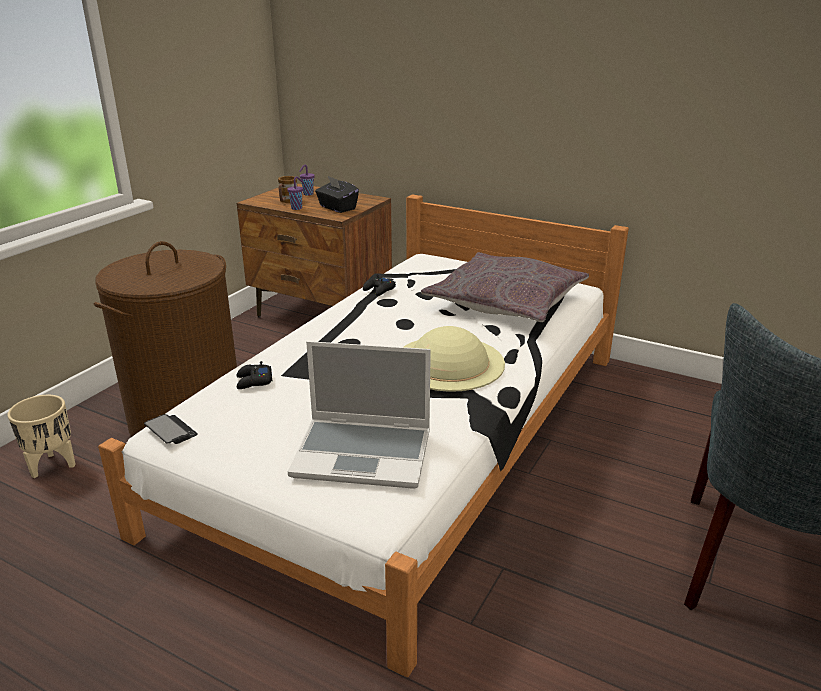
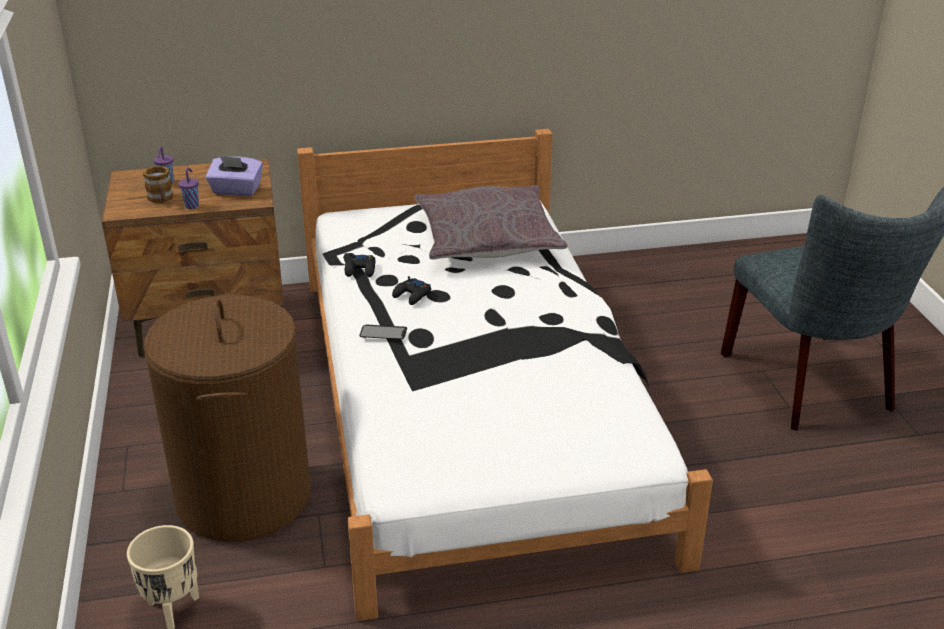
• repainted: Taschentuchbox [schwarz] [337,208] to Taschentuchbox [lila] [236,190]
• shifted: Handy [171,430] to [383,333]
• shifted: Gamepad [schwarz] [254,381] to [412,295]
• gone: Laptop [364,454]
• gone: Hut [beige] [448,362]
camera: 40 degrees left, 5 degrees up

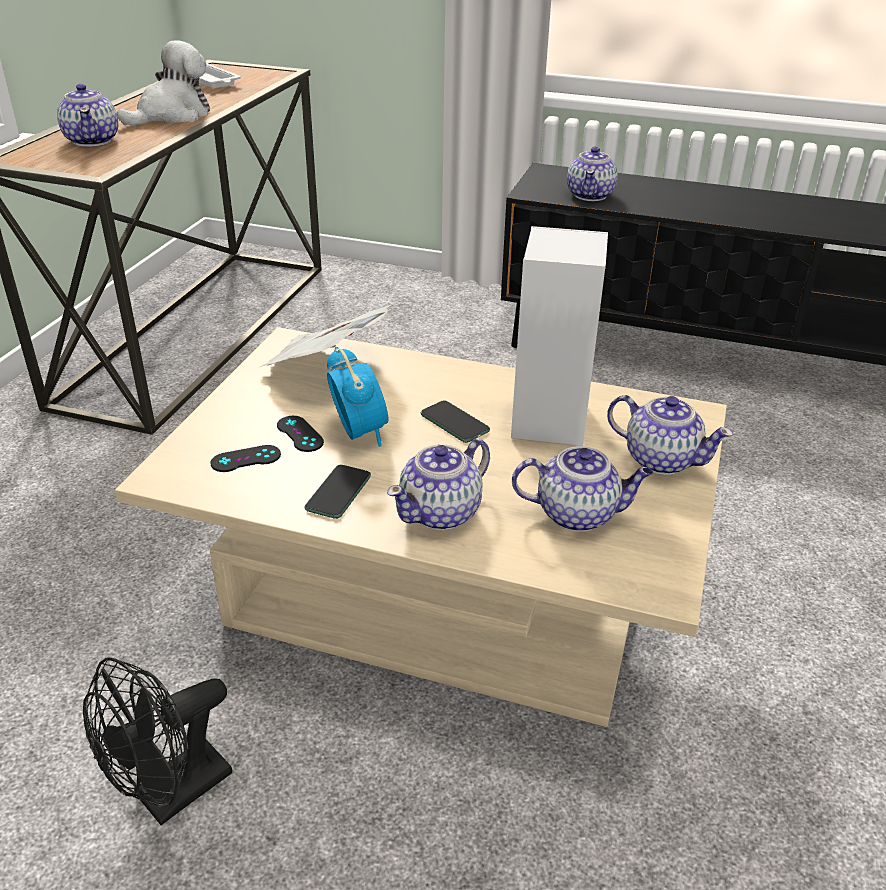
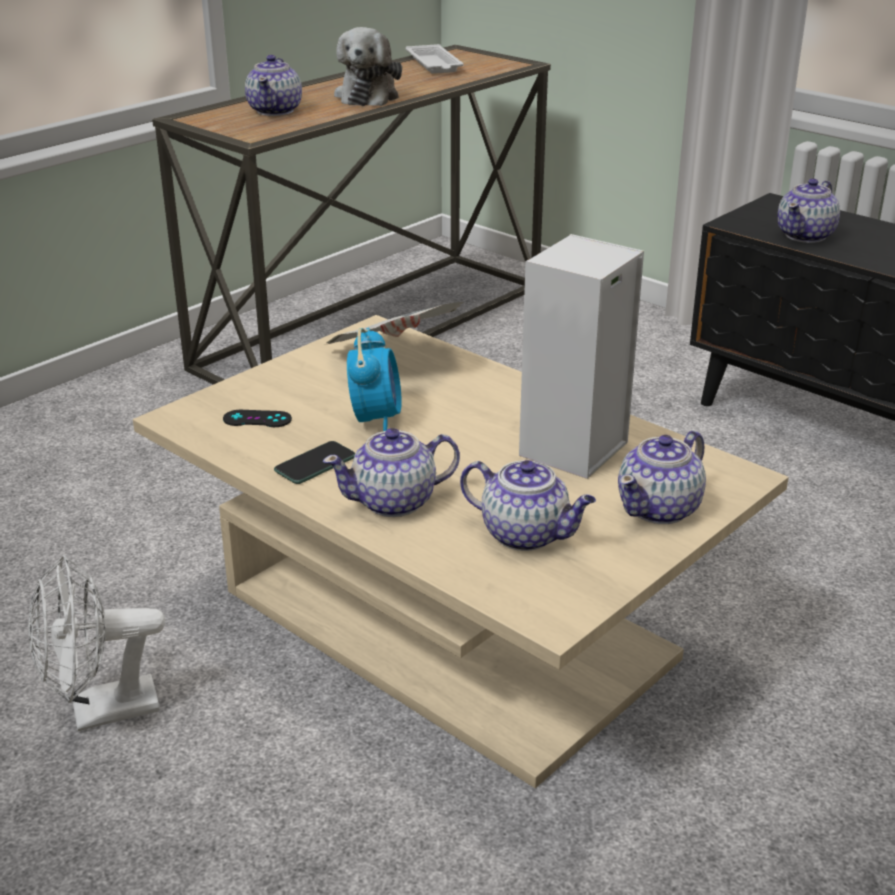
• repainted: Ventilator [schwarz] [172,795] to Ventilator [weiß] [101,712]
• rotated: Plüschtier [172,116] = [368,96] 120 degrees clockwise
• rotated: Teekanne [660,459] = [660,508] 75 degrees clockwise
• gone: Gamepad [schwarz] [300,434]
• gone: Handy [454,423]
camera: 25 degrees right, 5 degrees down

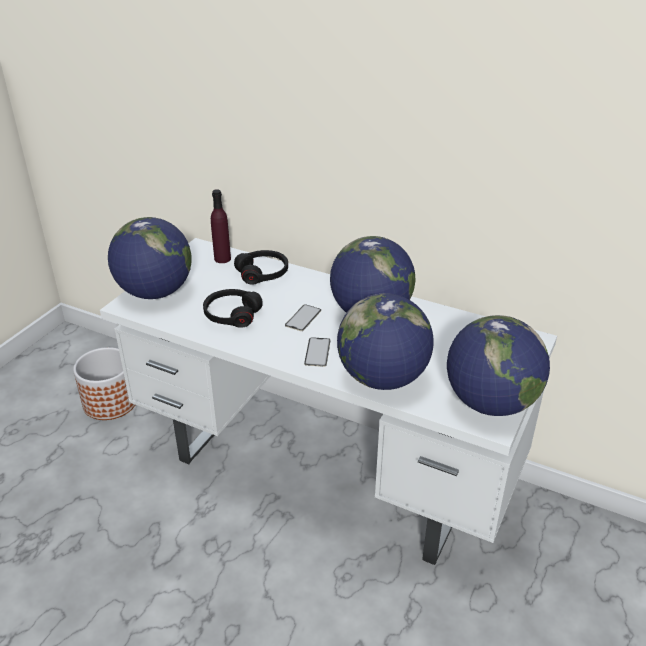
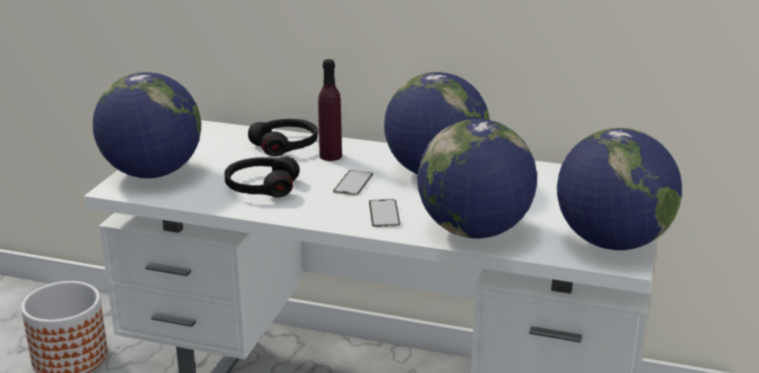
• shifted: Flasche [lila] [222,259] to [330,156]
camera: 10 degrees left, 10 degrees down

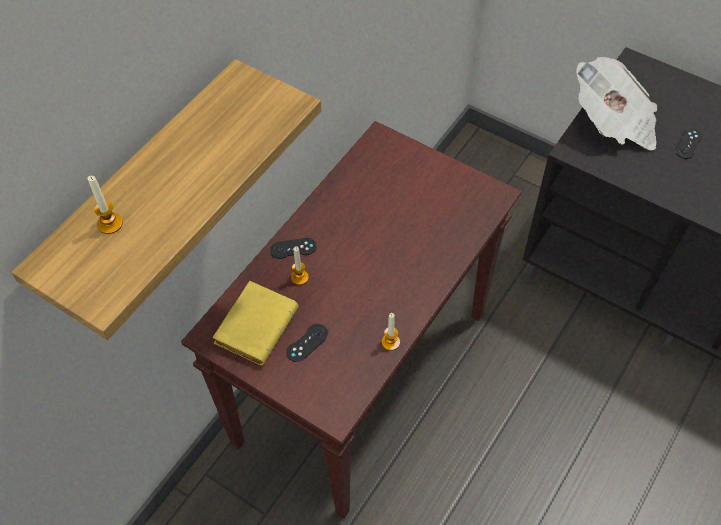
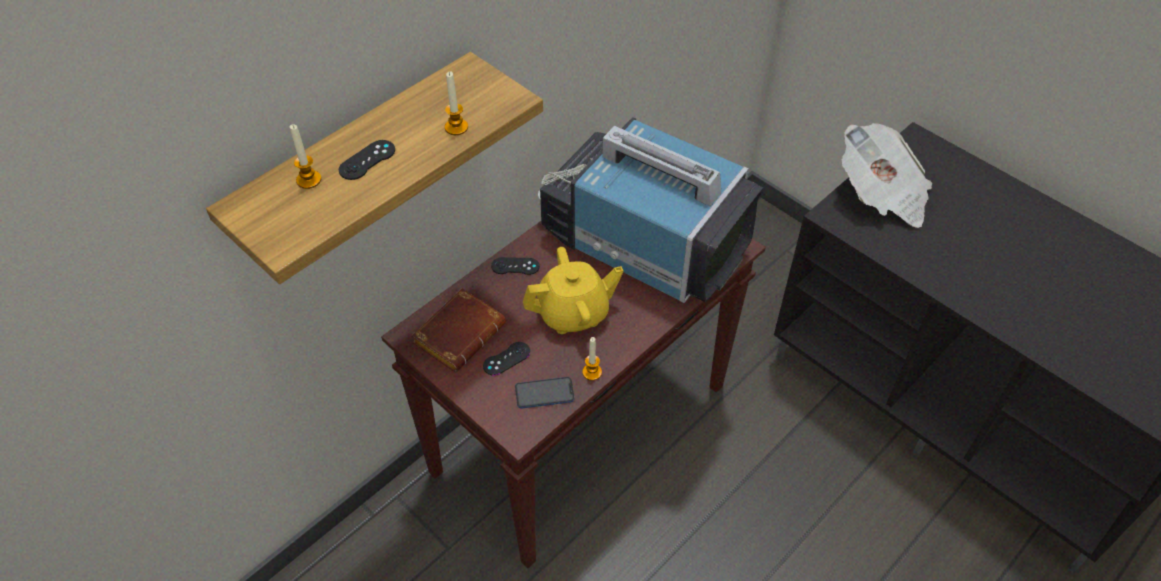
• shifted: Gamepad [schwarz] [688,143] to [367,160]
• repainted: Buch [gelb] [255,324] to Buch [braun] [459,332]
• shifted: Kerze [299,277] to [456,127]
• new: Handy [544,393]
• new: Teekanne [gelb] [573,313]
• new: Fernseher [644,242]
camera: 10 degrees right, 5 degrees down

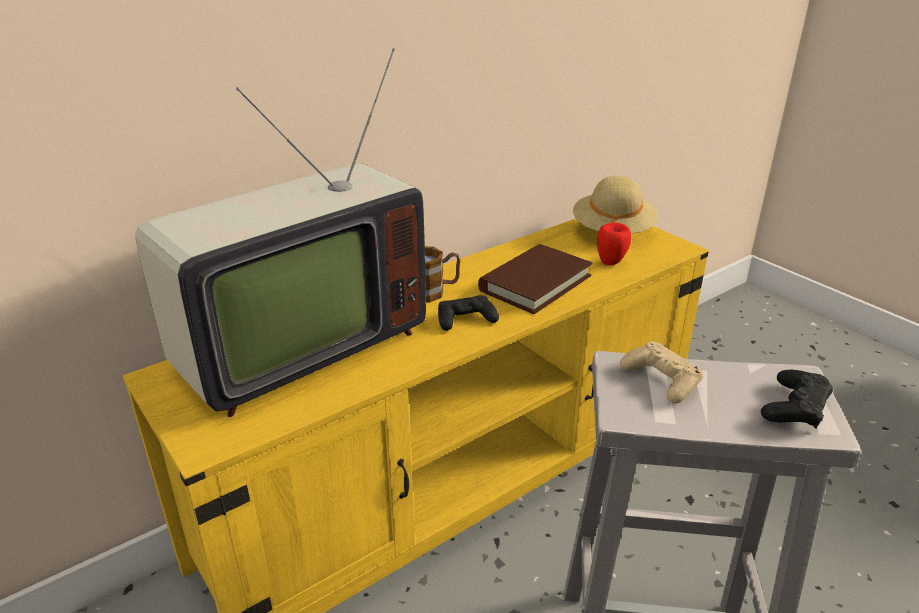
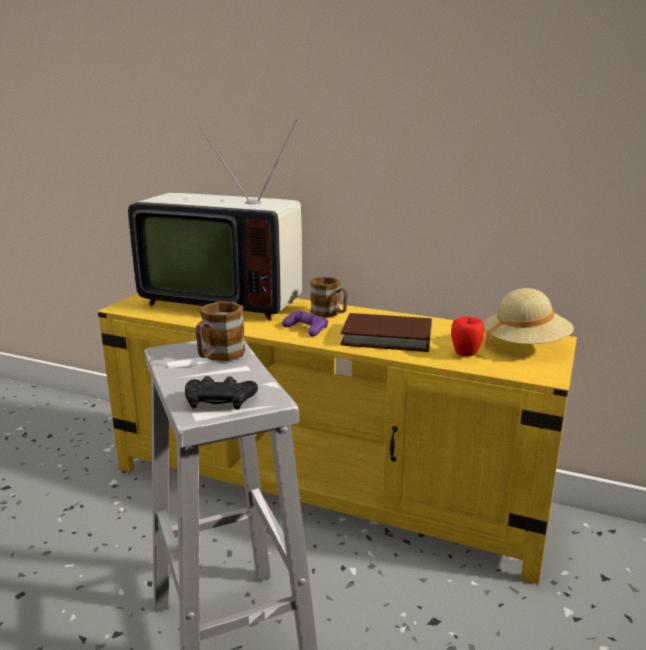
• swapped: Gamepad [beige] [661,379] to Henkelbecher [218,356]
• repainted: Gamepad [schwarz] [465,319] to Gamepad [lila] [306,329]
camera: 60 degrees right, 10 degrees down

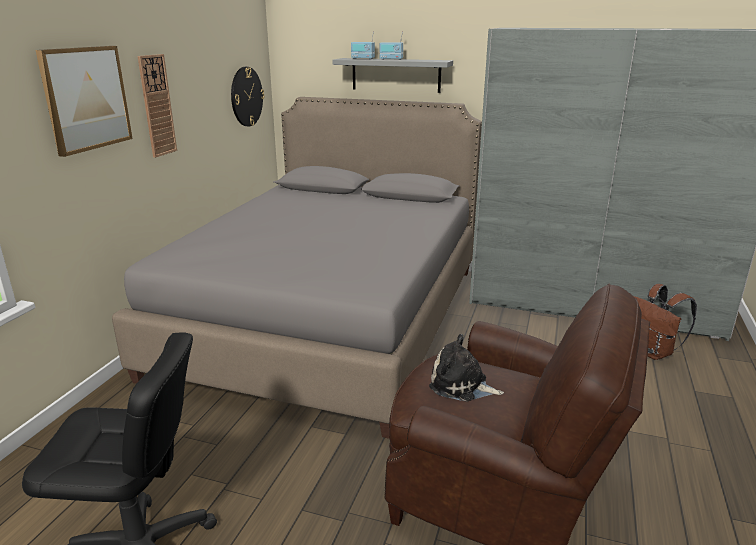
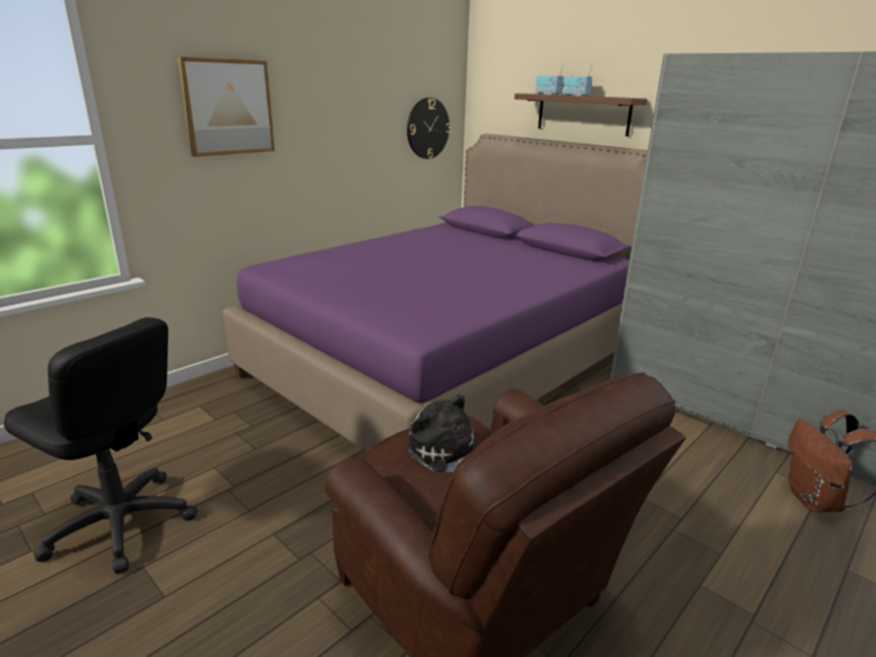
• repainted: Bett [grau] [329,318] to Bett [lila] [447,363]
• repainted: Wandregal [grau] [396,75] to Wandregal [braun] [583,114]
• gone: Wanduhr [157,106]
camera: 25 degrees right, 0 degrees up

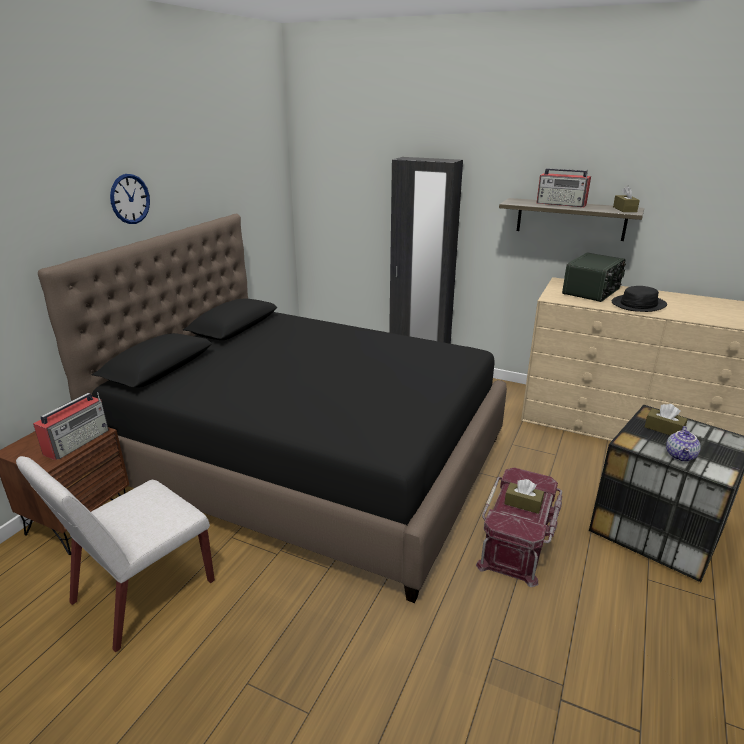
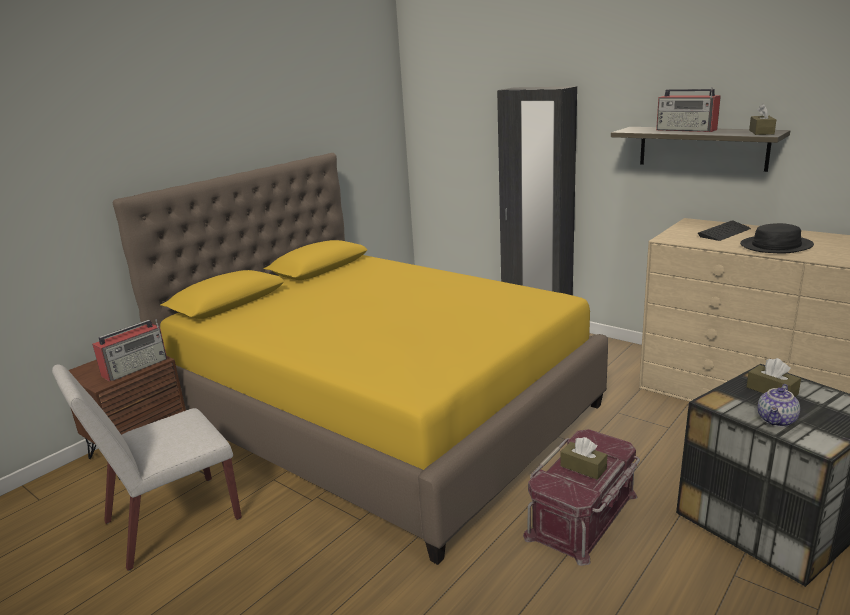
• repainted: Bett [schwarz] [309,460] to Bett [gelb] [380,412]
• swapped: Radio [592,291] to Tastatur [724,232]
• gone: Wanduhr [130,199]
camera: 15 degrees right, 5 degrees down

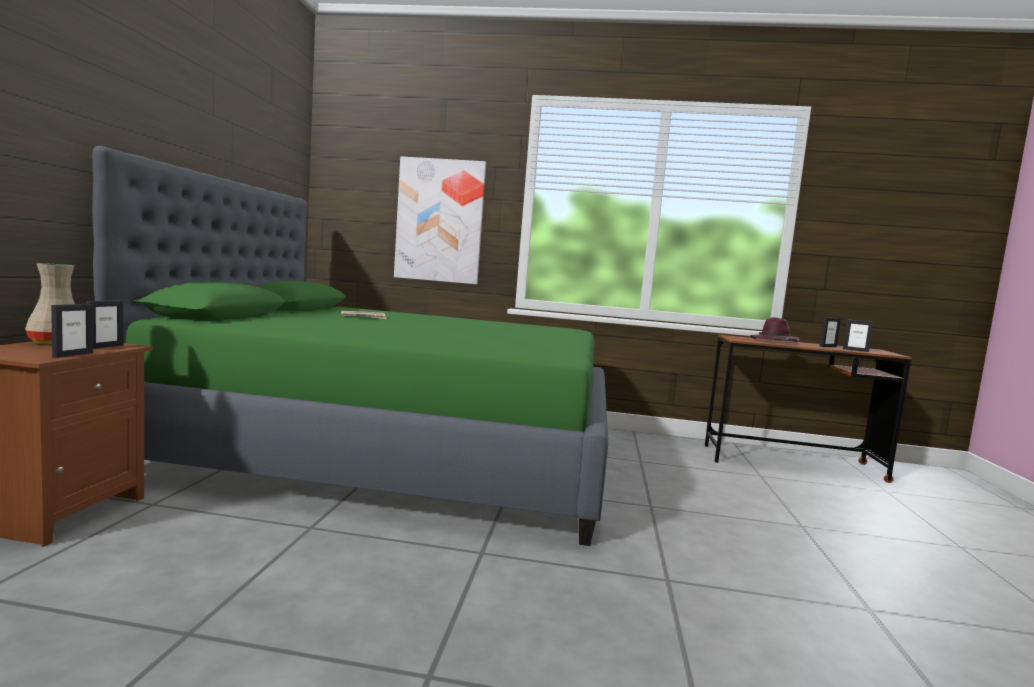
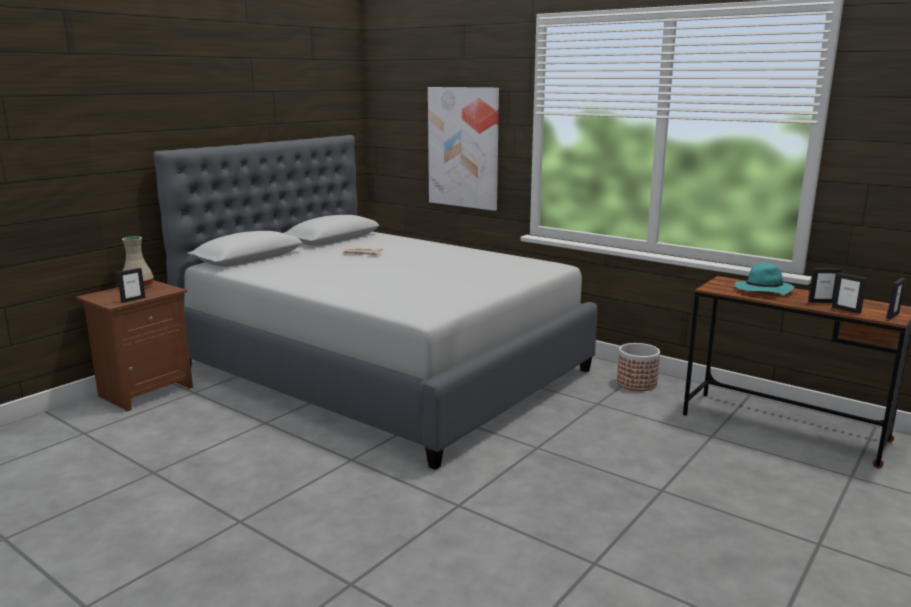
• repainted: Bett [grün] [396,451] to Bett [grau] [384,369]
• new: Pflanzkübel [636,383]
• repainted: Hut [lila] [774,341] to Hut [türkis] [762,291]
• shifted: Bilderrahmen [105,346] to [892,315]
camera: 30 degrees right, 10 degrees up

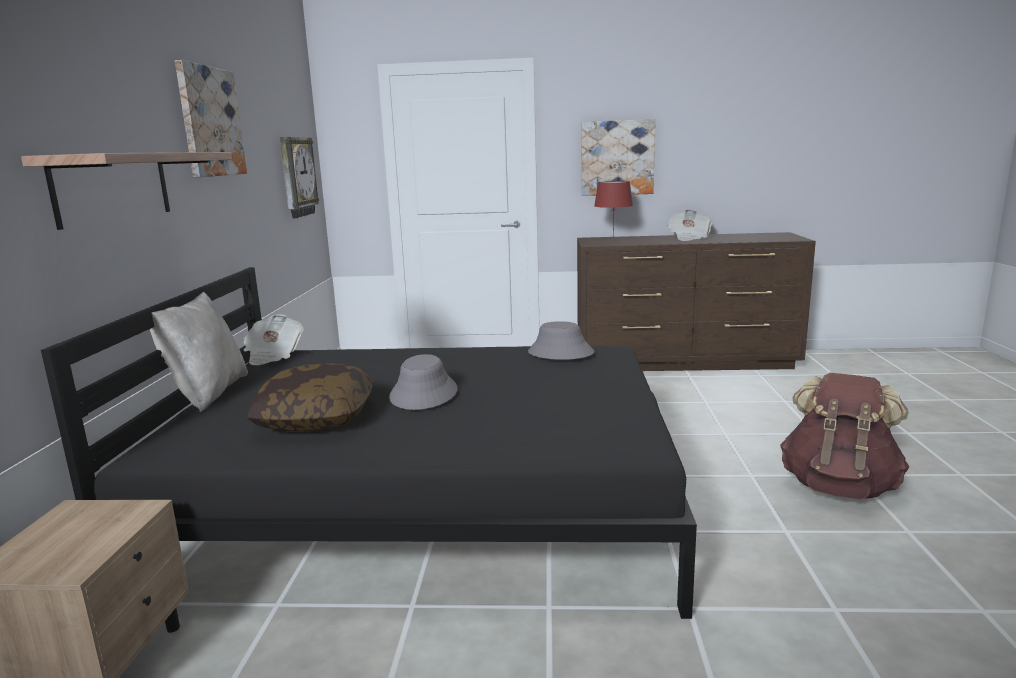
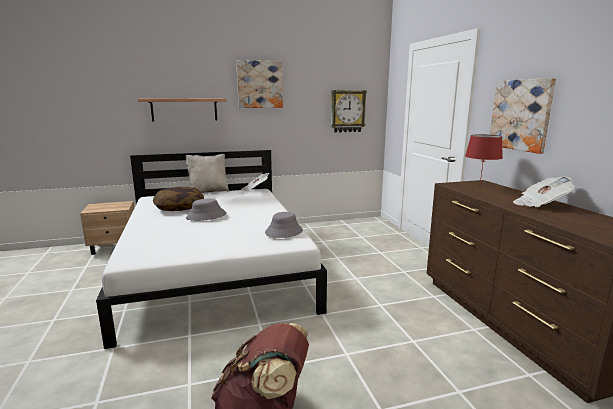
• repainted: Bett [schwarz] [425,501] to Bett [weiß] [215,268]
camera: 70 degrees right, 0 degrees up

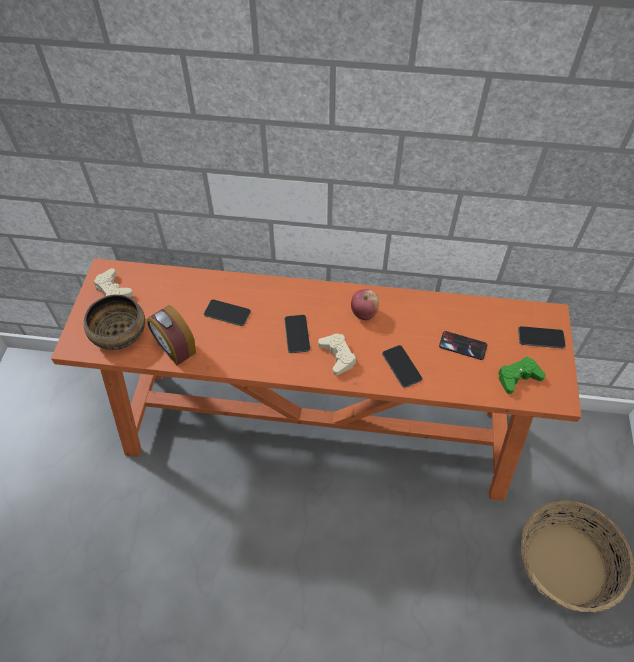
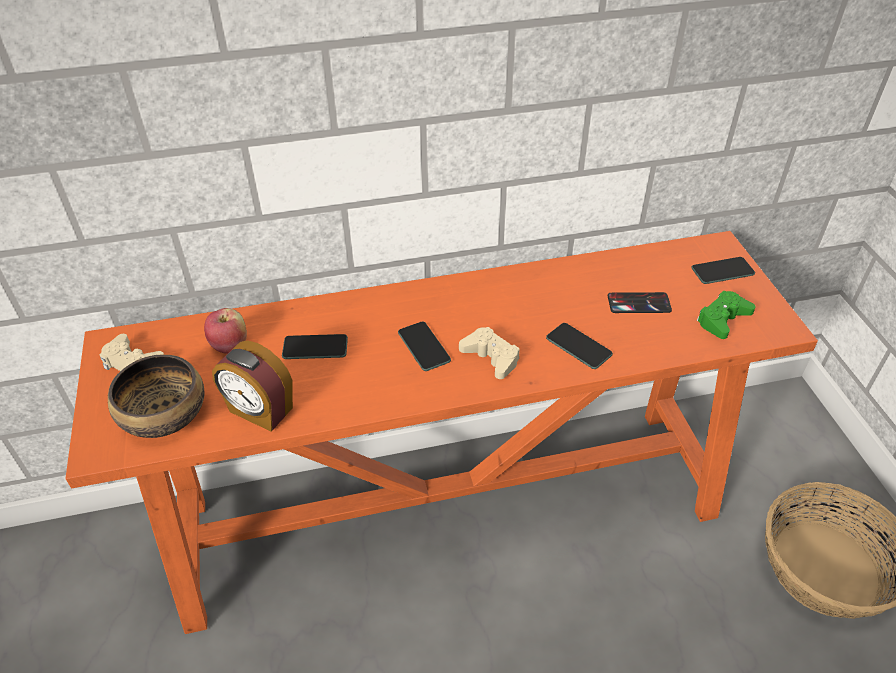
• shifted: Apfel [364,313] to [230,346]
camera: 20 degrees left, 10 degrees down

